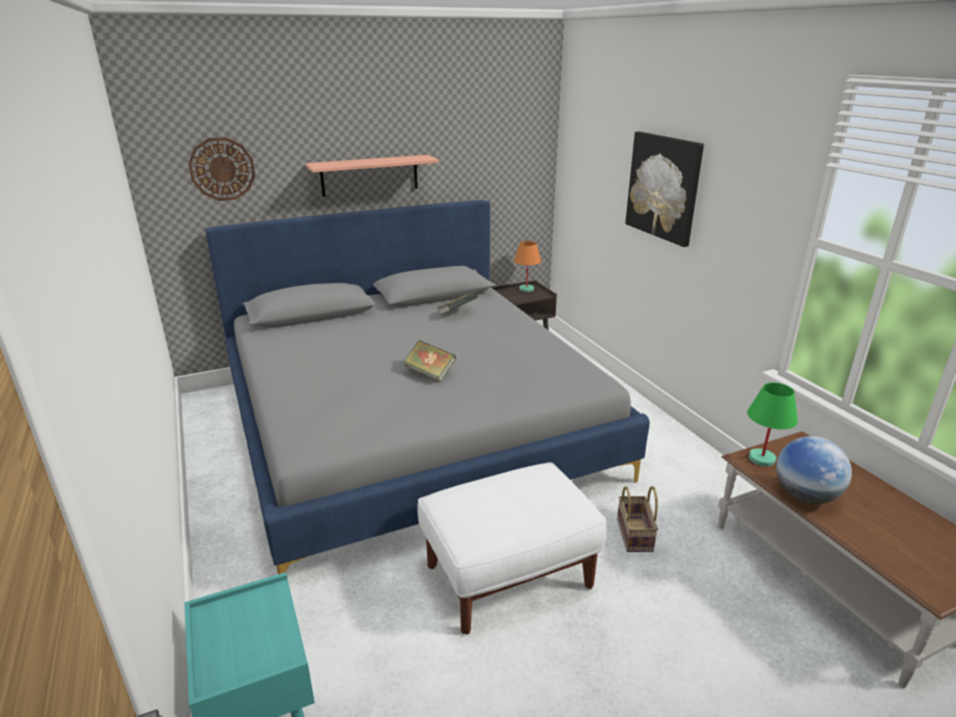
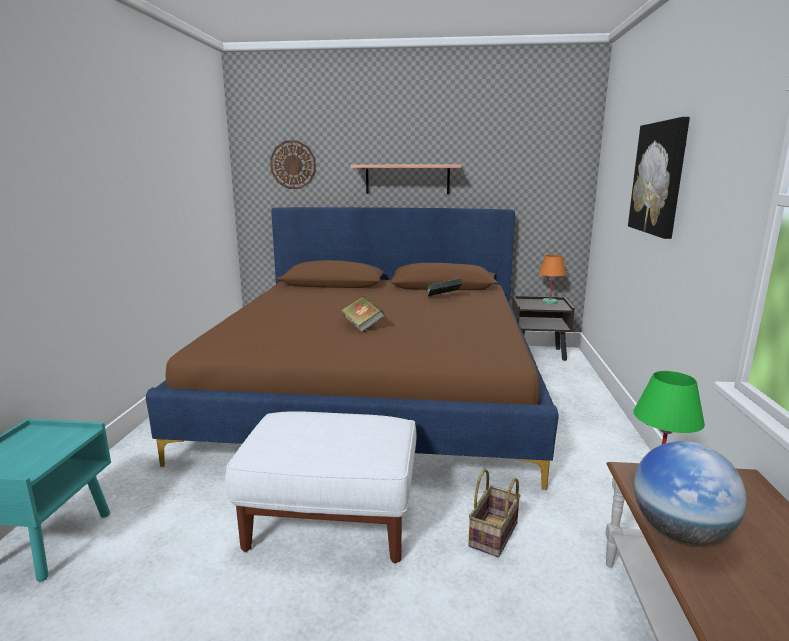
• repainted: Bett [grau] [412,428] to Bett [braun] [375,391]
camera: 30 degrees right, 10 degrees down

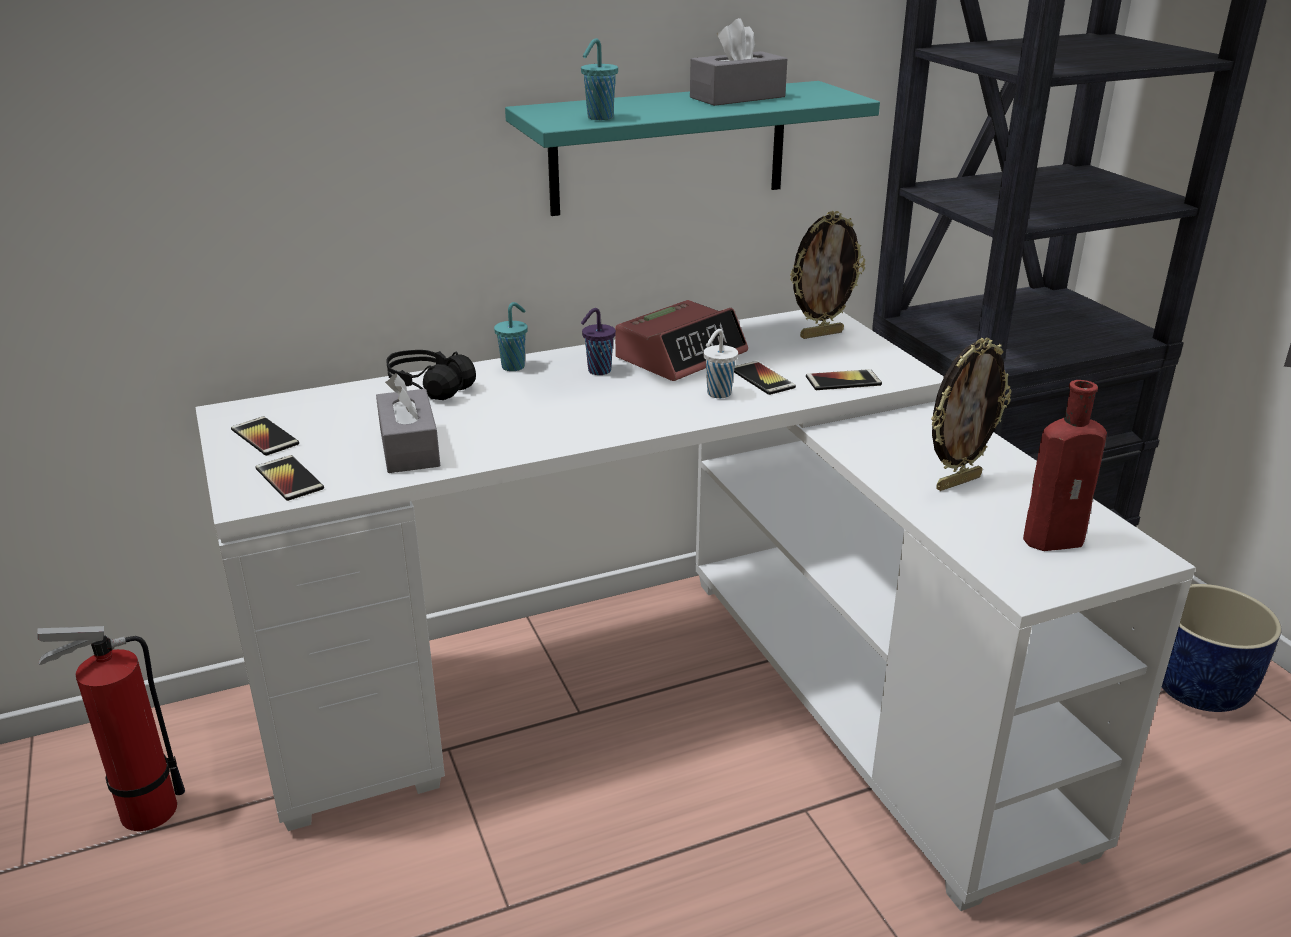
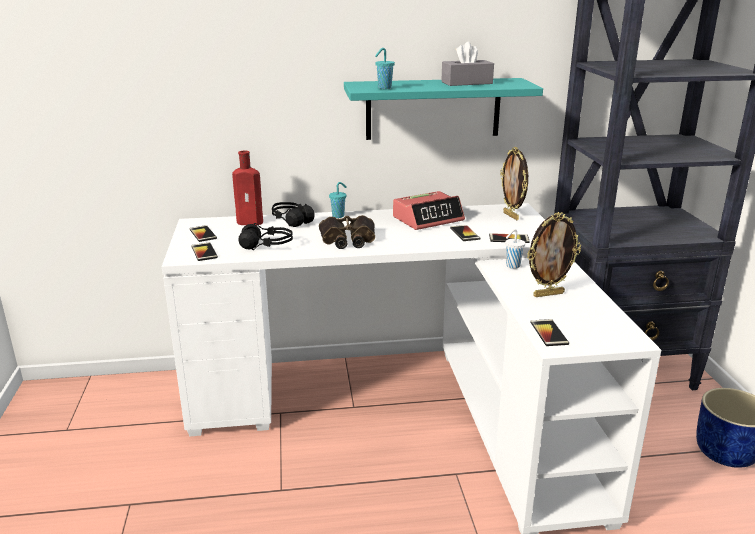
• shifted: Flasche [rot] [1057,539] to [252,222]
• swapped: Taschentuchbox [grau] [409,448] to Kopfhörer [schwarz] [266,245]
• new: Fernglas [347,239]
• rotated: Bilderrahmen [821,334] = [511,216] 75 degrees clockwise
• shifted: Tasse [weiß] [718,394] to [512,266]
• new: Handy [549,333]
• gone: Feuerlöscher [141,813]
• gone: Tasse [lila] [598,371]
camera: 15 degrees right, 5 degrees down

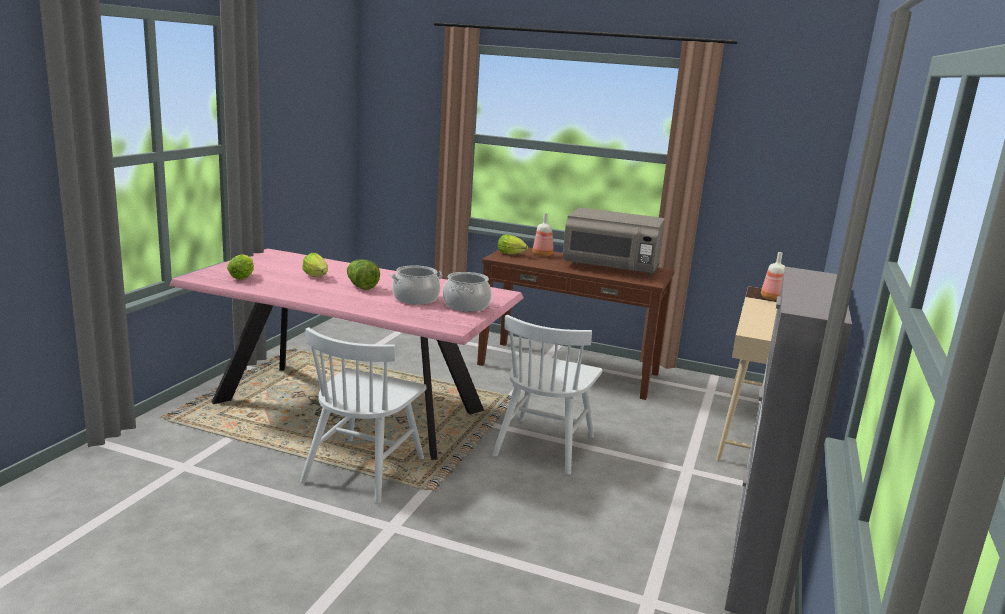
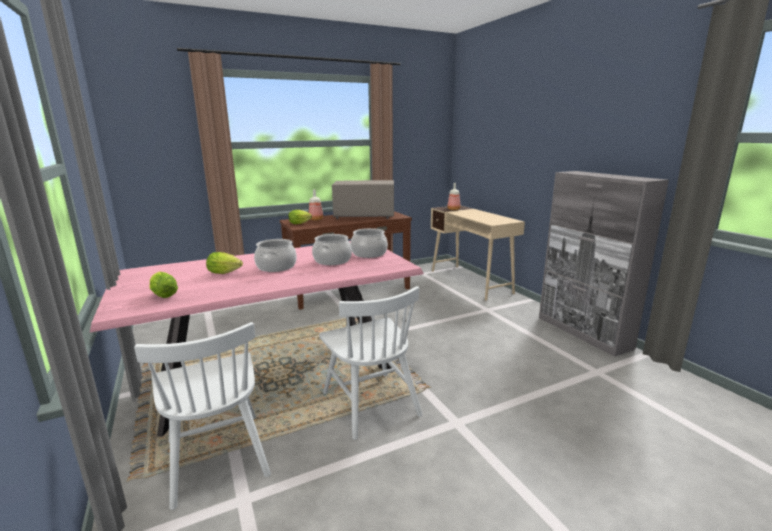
• shifted: Stuhl [weiß] [544,445] to [217,457]
• swapped: Salatkopf [361,286] to Kochtopf [276,267]
• rotated: Mikrowelle [grau] [611,267] = [364,215] 150 degrees counterclockwise
camera: 45 degrees left, 0 degrees up

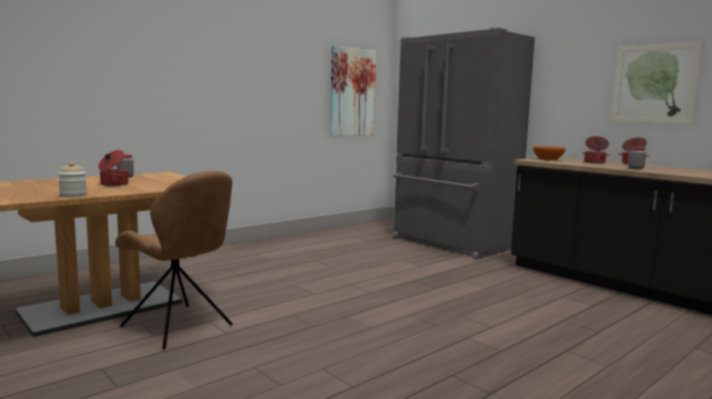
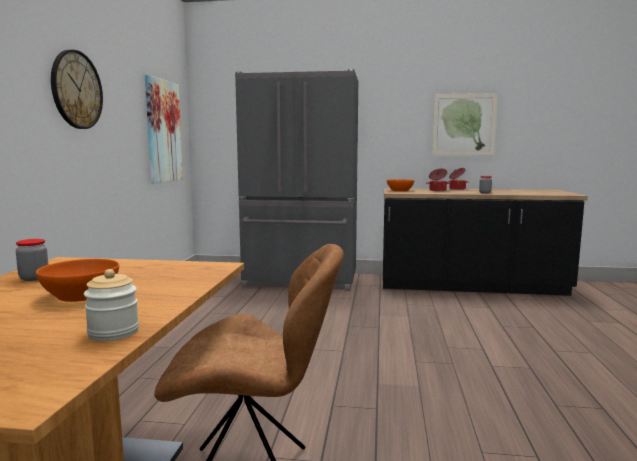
• swapped: Kochtopf [113,184] to Schüssel [orange] [81,295]
• new: Wanduhr [76,90]
camera: 40 degrees left, 0 degrees up

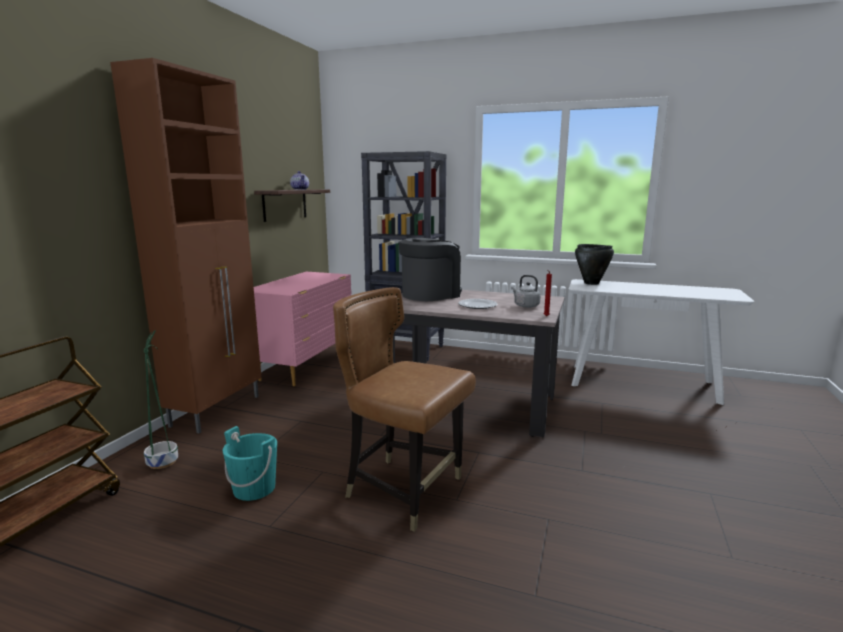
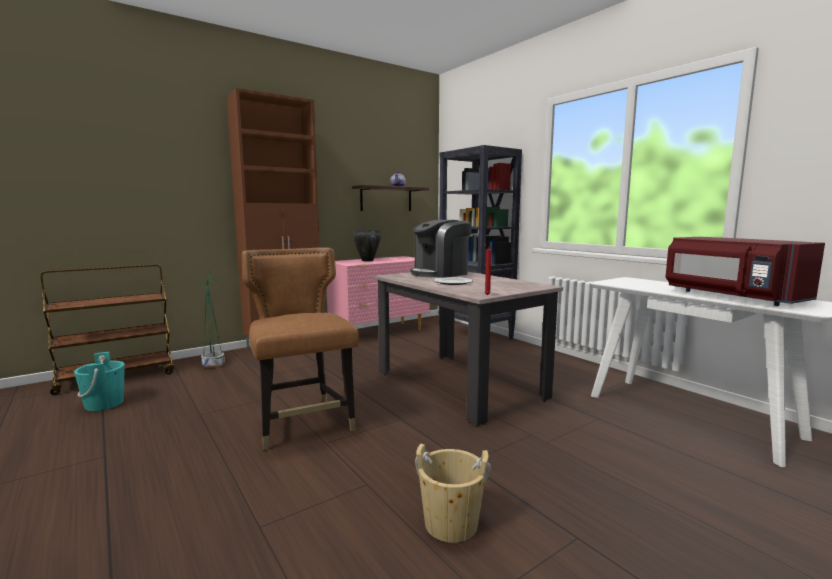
• shifted: Eimer [türkis] [254,488] to [104,404]
• shifted: Kochtopf [schwarz] [591,283] to [367,260]
• rotated: Kaffeemaschine [430,294] = [440,273] 150 degrees clockwise
• new: Eimer [beige] [451,523]
• new: Mikrowelle [rot] [730,296]
• gone: Wasserkessel [grau] [525,306]
camera: 35 degrees right, 5 degrees down

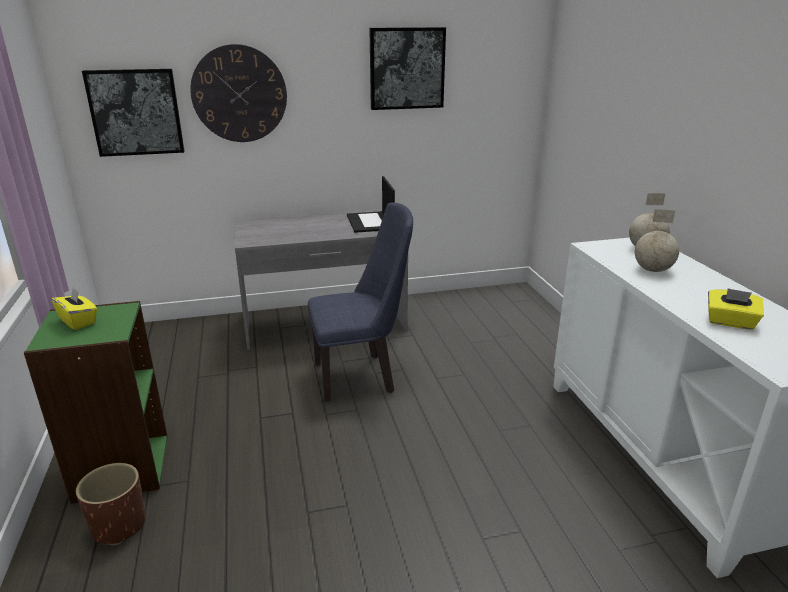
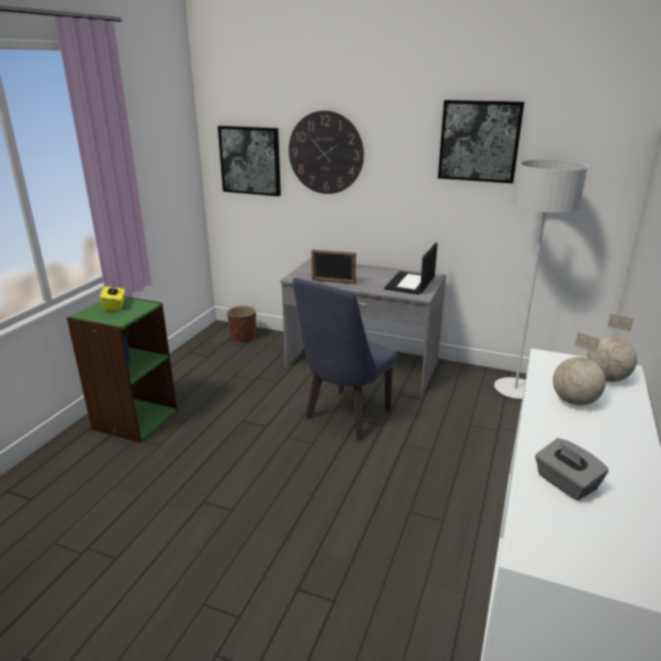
• shifted: Pflanzkübel [braun] [119,525] to [243,337]
• rotated: Stuhl [blau] [361,376] = [344,417] 105 degrees clockwise
• new: Bilderrahmen [333,281]
• new: Stehlampe [grau] [515,390]
• repainted: Taschentuchbox [gelb] [730,322] to Taschentuchbox [grau] [565,483]
camera: 35 degrees right, 0 degrees up

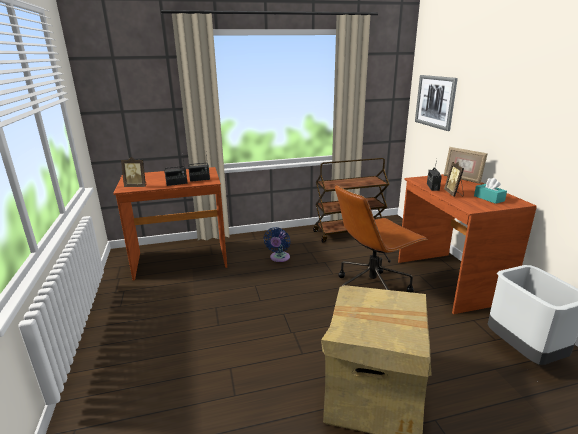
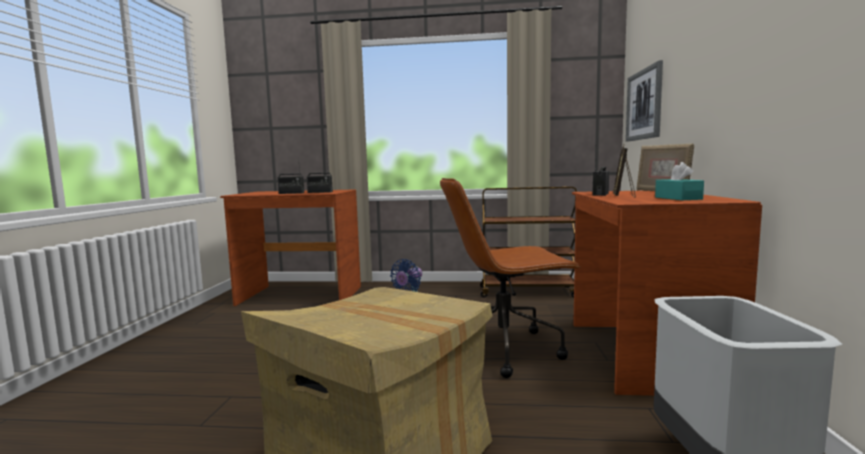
• gone: Bilderrahmen [136,186]
camera: 20 degrees right, 15 degrees down

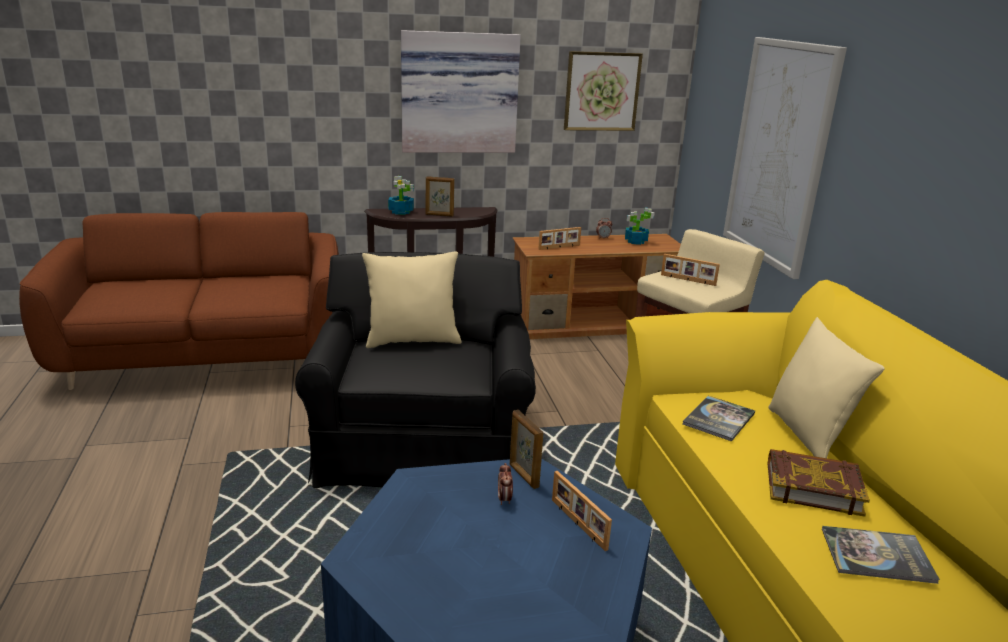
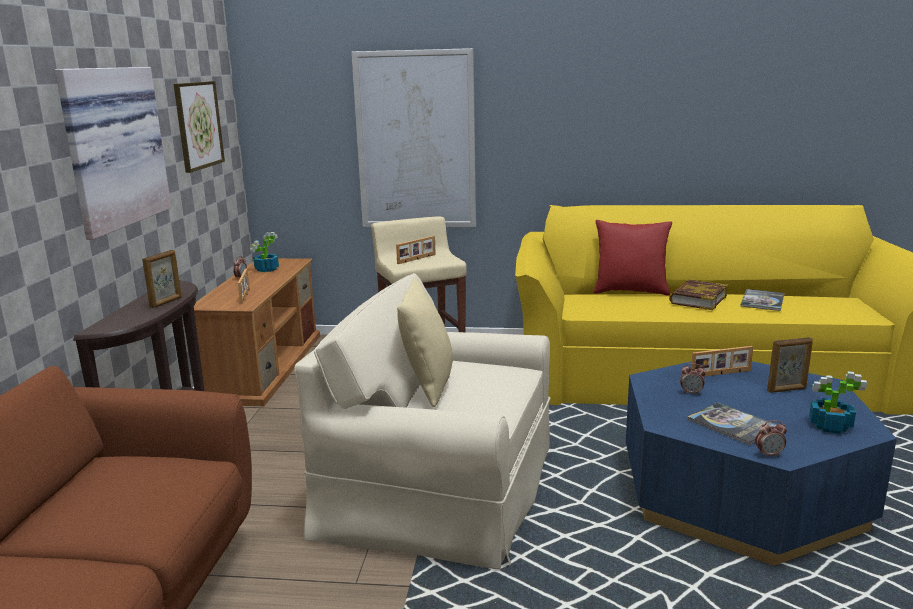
• repainted: Sessel [schwarz] [422,440] to Sessel [beige] [440,489]
• repainted: Kissen [beige] [808,435] to Kissen [rot] [630,291]
• shifted: Buch [718,419] to [732,424]
• new: Wecker [769,454]
• shifted: Bilderrahmen [523,476] to [787,390]
• shifted: Topfpflanze [401,212] to [829,426]
camera: 70 degrees left, 5 degrees down

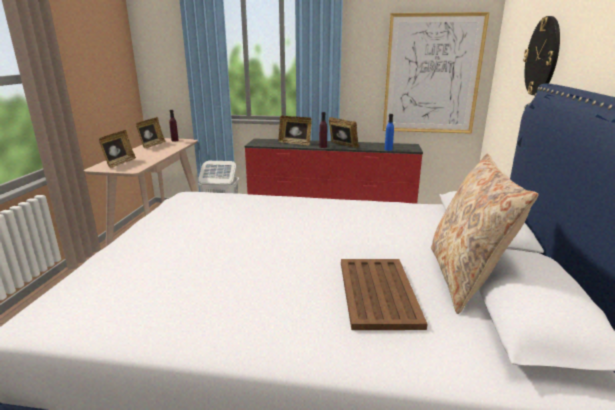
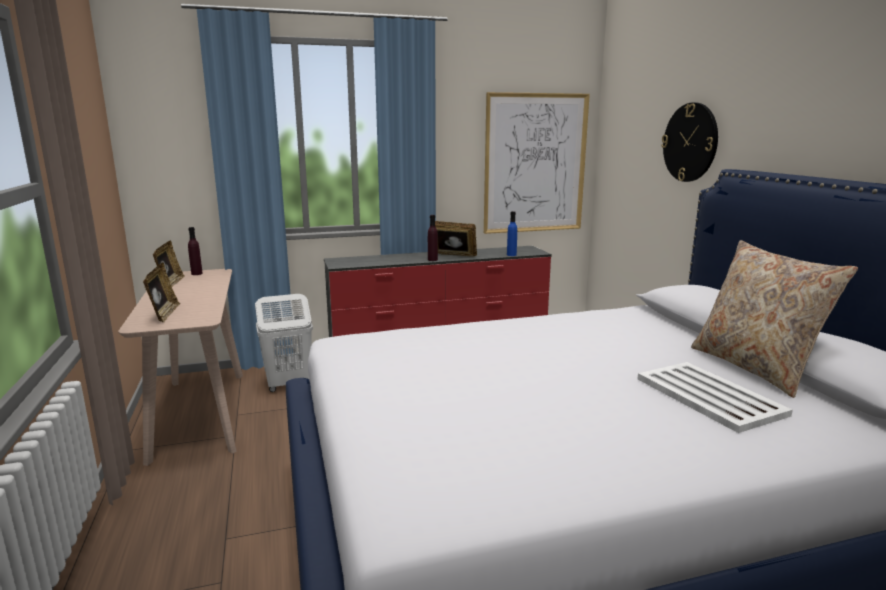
• repainted: Tablett [braun] [378,292] to Tablett [weiß] [708,396]
• gone: Bilderrahmen [295,143]
camera: 25 degrees left, 5 degrees down

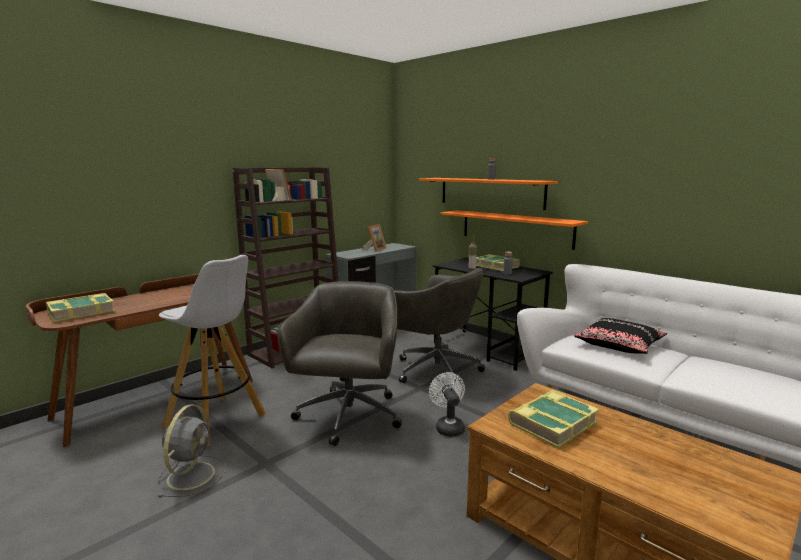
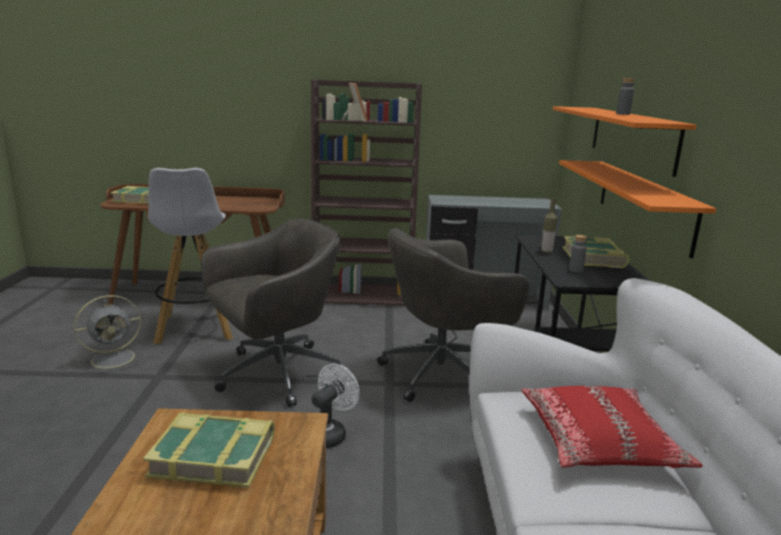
• rotated: Bürostuhl [grau] [434,369] = [444,373] 75 degrees clockwise
• repainted: Kissen [schwarz] [619,345] to Kissen [rot] [599,442]
• gone: Bilderrahmen [375,249]
camera: 45 degrees right, 5 degrees up

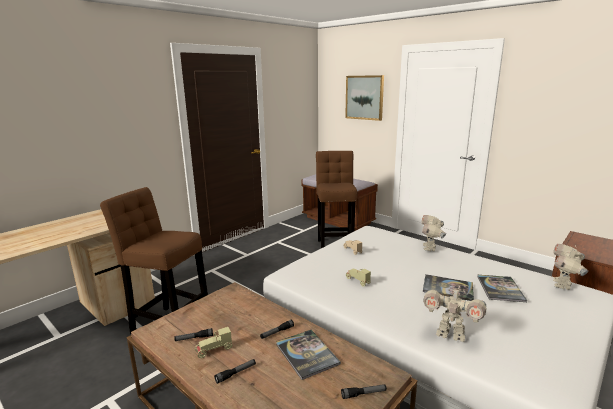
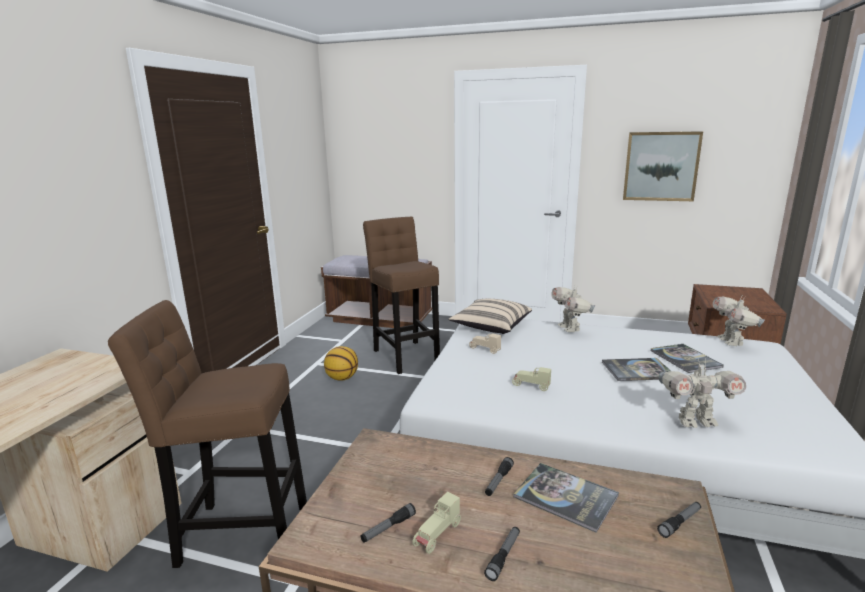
• new: Basketball [342,378]
• new: Kissen [beige] [491,327]
• shifted: Bild [364,97] to [661,166]
camera: 25 degrees left, 0 degrees up

